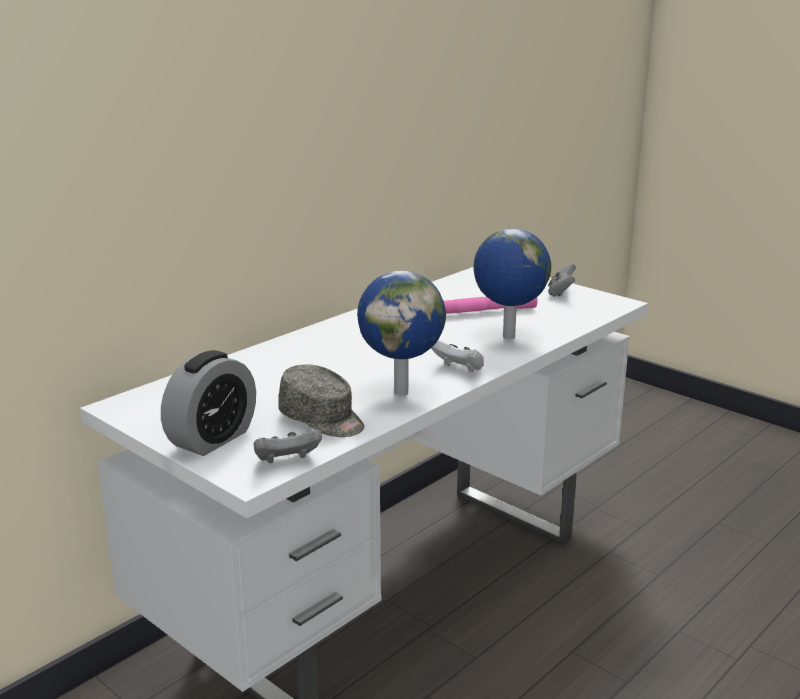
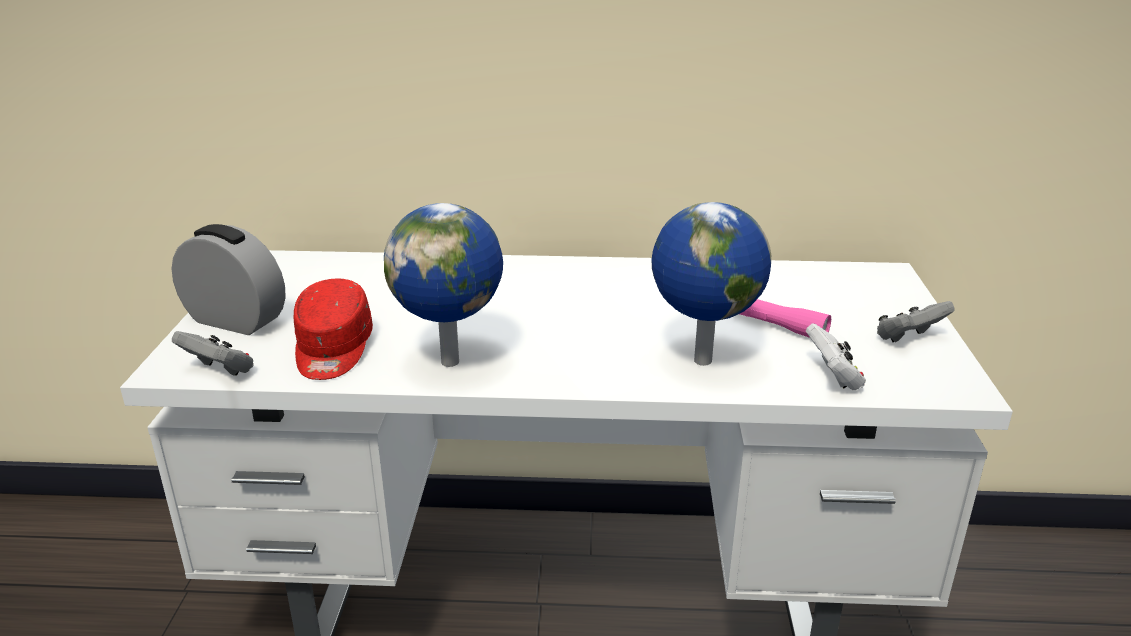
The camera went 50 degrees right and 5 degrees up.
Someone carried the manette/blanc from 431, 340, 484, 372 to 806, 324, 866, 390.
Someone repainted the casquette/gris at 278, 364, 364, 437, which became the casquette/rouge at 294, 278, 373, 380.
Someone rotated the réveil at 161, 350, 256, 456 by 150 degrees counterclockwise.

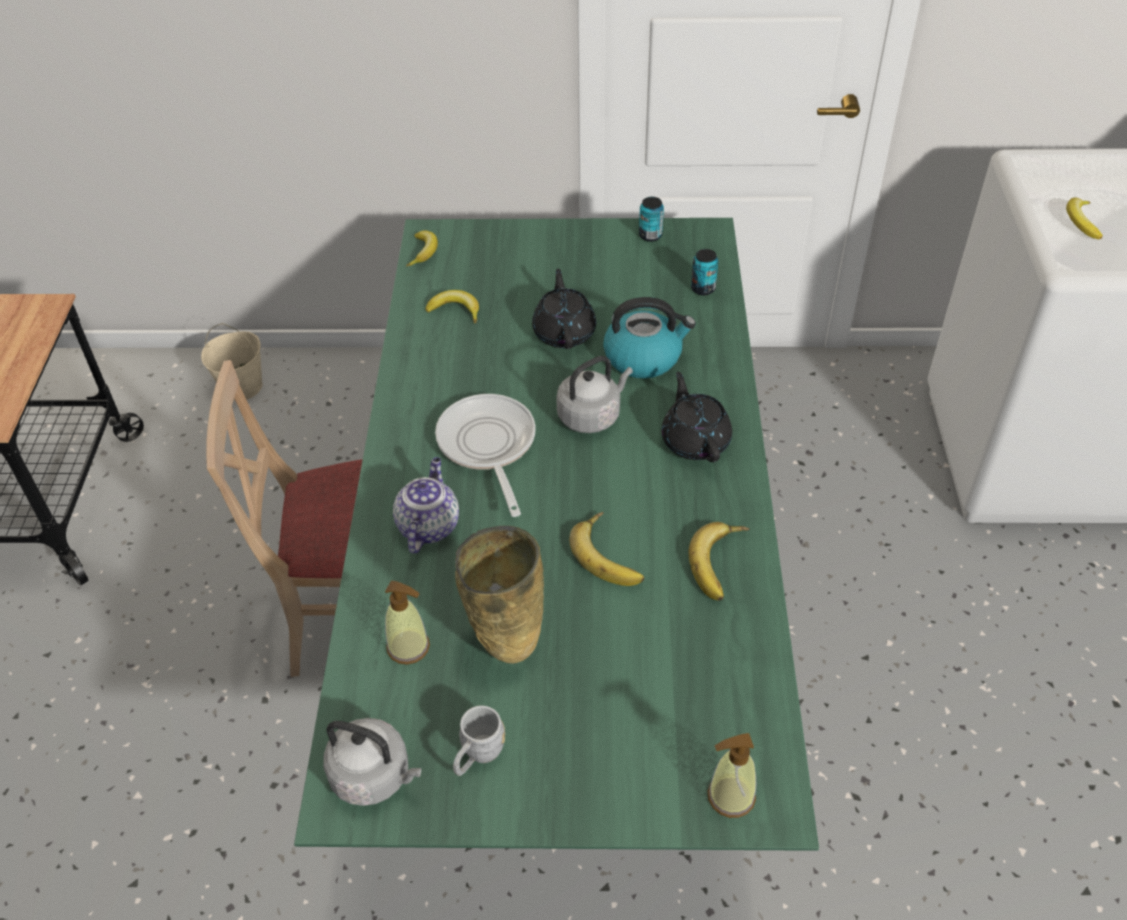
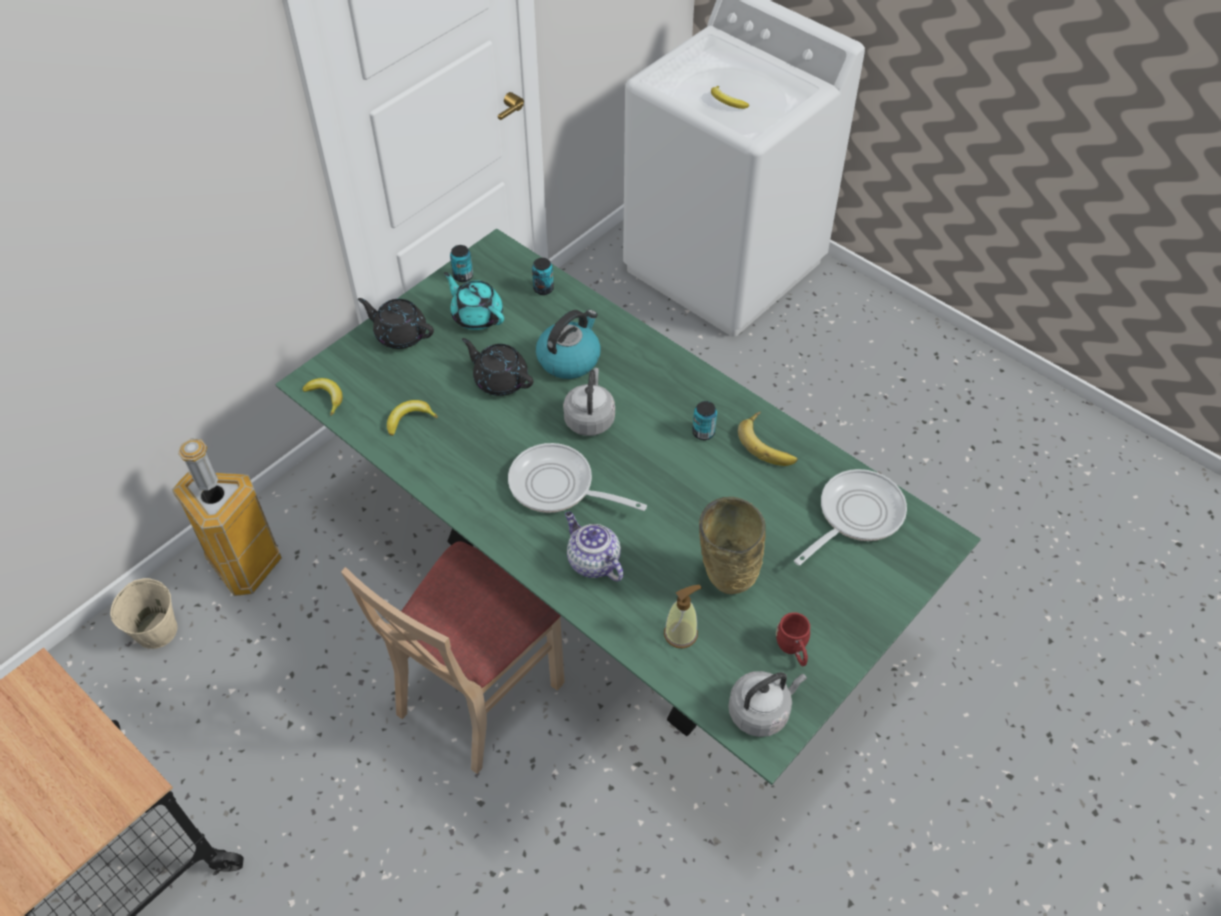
The camera went 50 degrees left and 5 degrees up.
Someone took away the banane at 569, 512, 644, 586.
Someone took away the distributeur de savon at 708, 733, 756, 818.
Someone put down the poubelle at 172, 439, 282, 596.
Someone put down the théière/turquoise at 444, 272, 504, 330.
Someone put down the boîte métallique at 692, 401, 717, 440.
Someone put down the poêle at 794, 469, 907, 565.
Someone carried the théière/noir from 661, 372, 732, 462 to 358, 298, 434, 349.
Someone repainted the mug/gris at 453, 705, 505, 776, which became the mug/rouge at 776, 612, 810, 667.

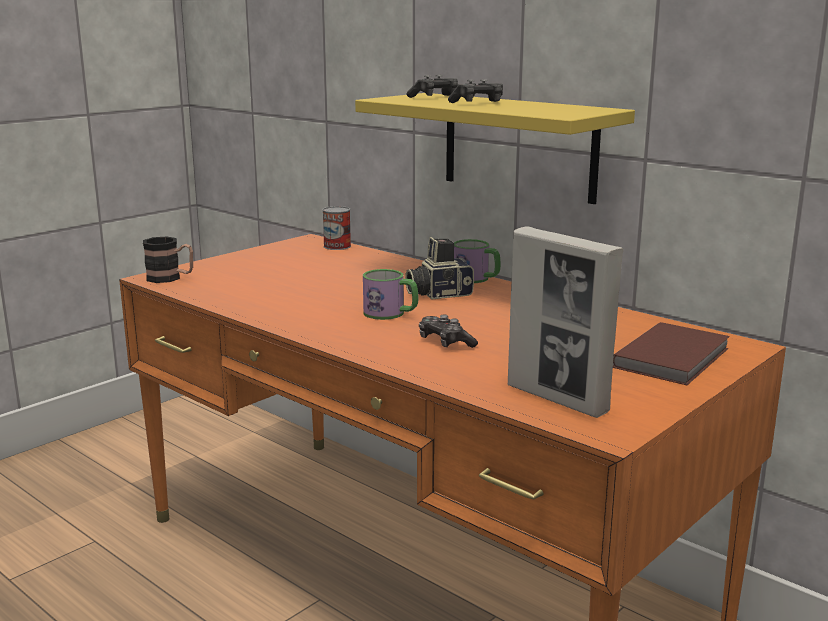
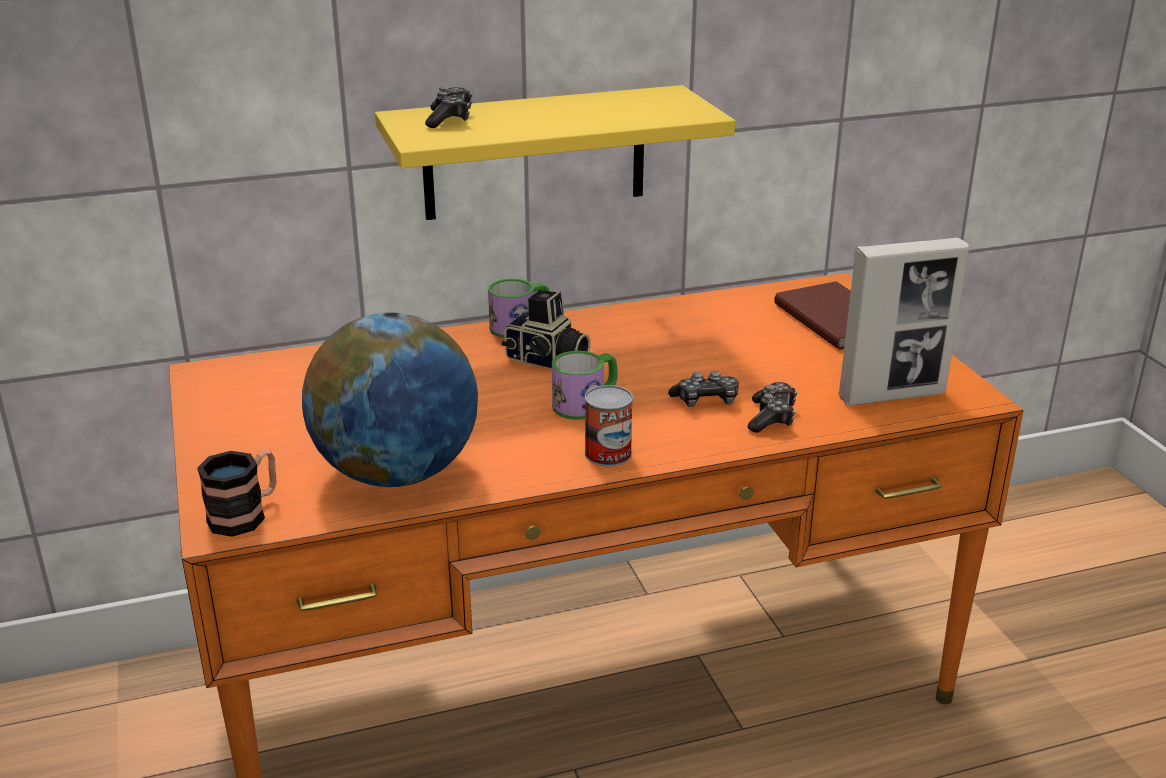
The camera went 60 degrees left and 10 degrees up.
Someone put down the globe at 302, 312, 478, 487.
Someone carried the boîte métallique from 322, 206, 351, 250 to 585, 385, 633, 467.
Someone carried the manette from 448, 79, 503, 103 to 748, 382, 797, 433.
Someone rotated the appareil photo at 405, 237, 474, 300 by 75 degrees counterclockwise.

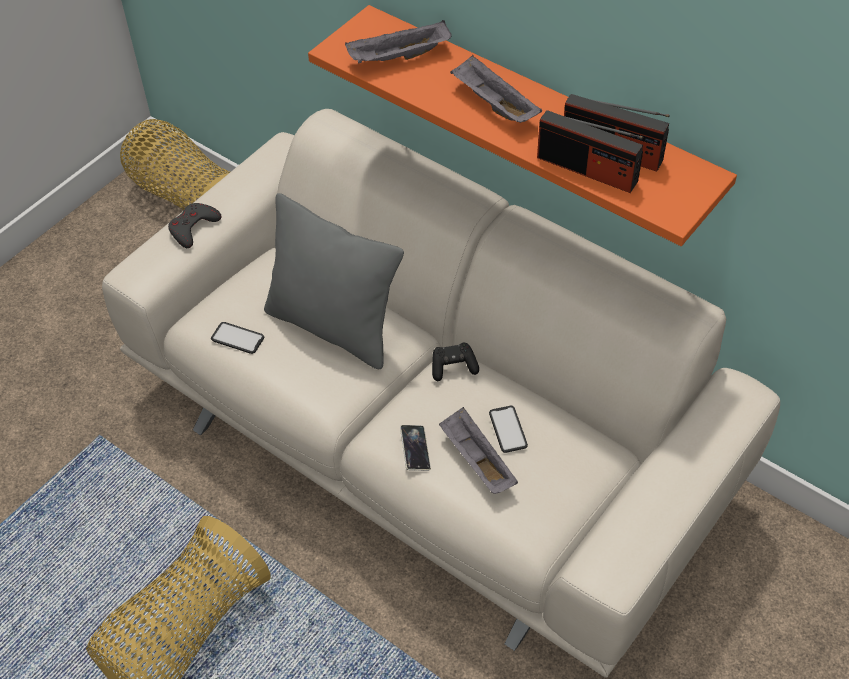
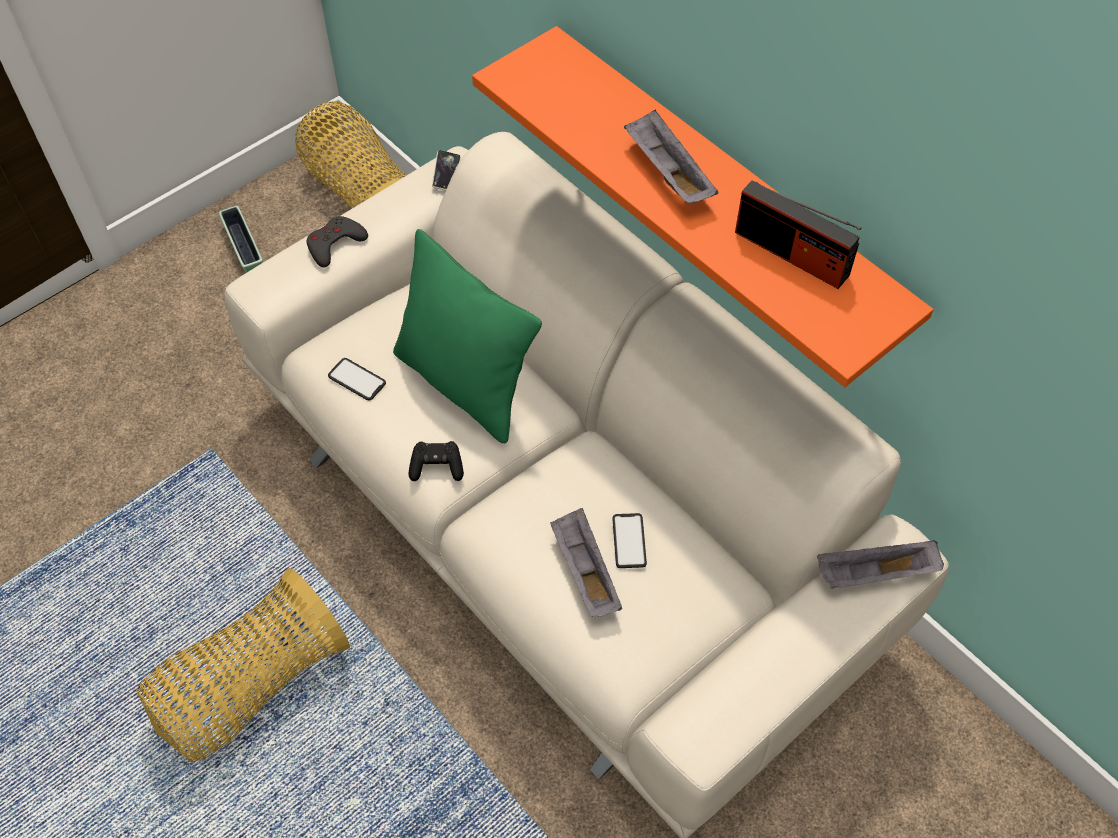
The camera went 10 degrees right and 5 degrees up.
Someone took away the radio at 537, 110, 644, 193.
Someone put down the cache-pot at 219, 206, 263, 273.
Someone carried the plateau/gris from 345, 20, 452, 63 to 817, 540, 944, 589.
Someone carried the téléphone from 400, 425, 431, 471 to 432, 150, 461, 191.
Someone carried the manette/noir from 432, 342, 479, 381 to 408, 441, 464, 481.
Someone repainted the coussin/gris at 264, 193, 404, 369, which became the coussin/vert at 393, 229, 542, 443.

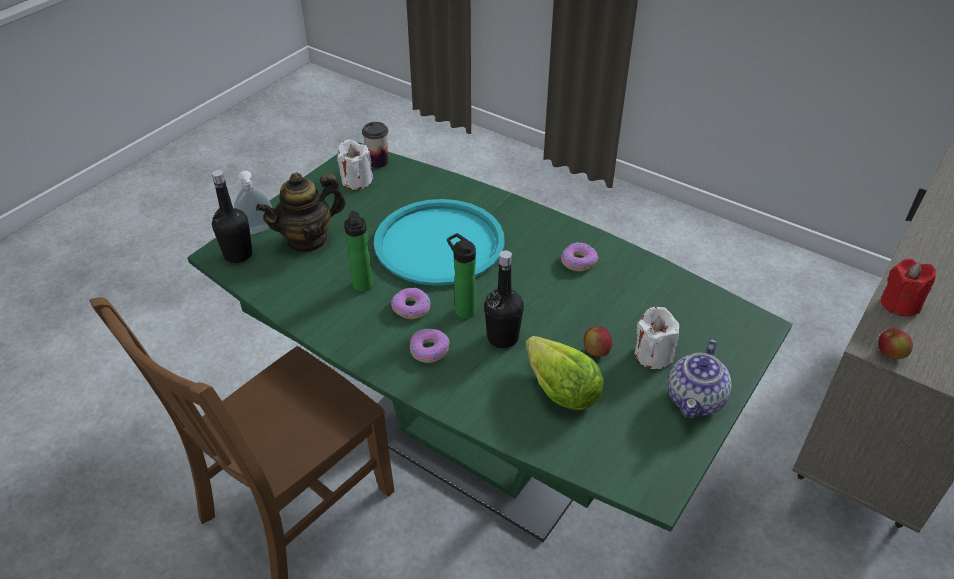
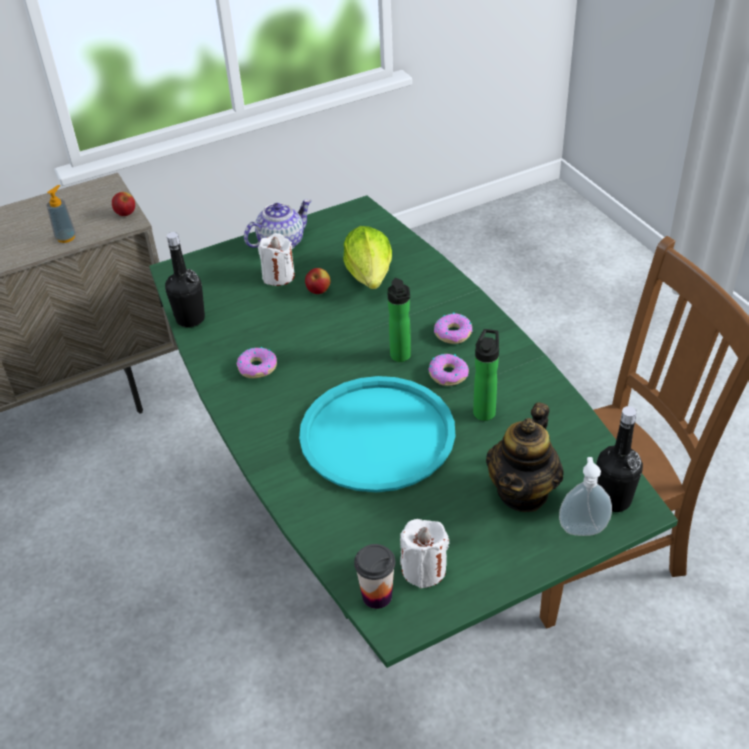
The camera went 150 degrees left and 0 degrees up.
Someone carried the bouteille/noir from 484, 250, 524, 348 to 165, 232, 205, 327.
Someone swapped the bougie/rouge at 881, 259, 936, 317 for the distributeur de savon at 47, 185, 76, 243.
Someone rotated the théière at 256, 173, 346, 253 by 120 degrees clockwise.

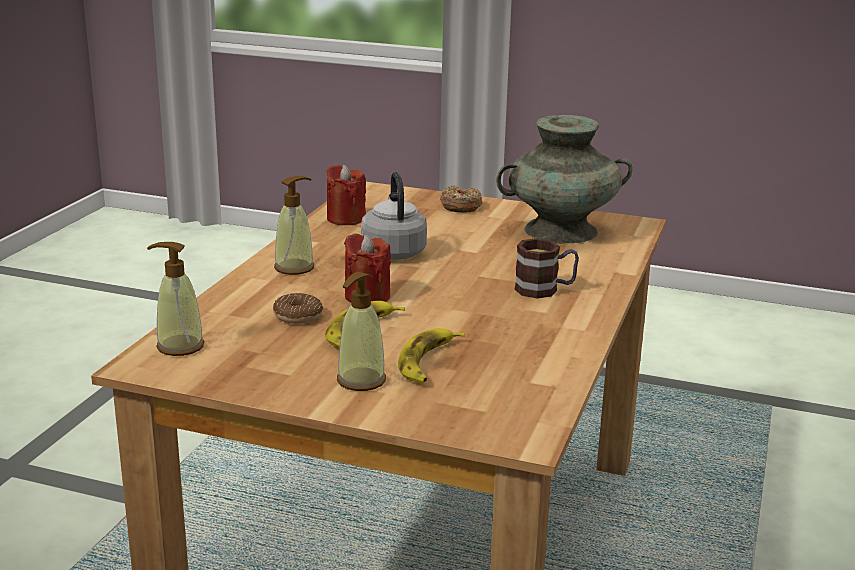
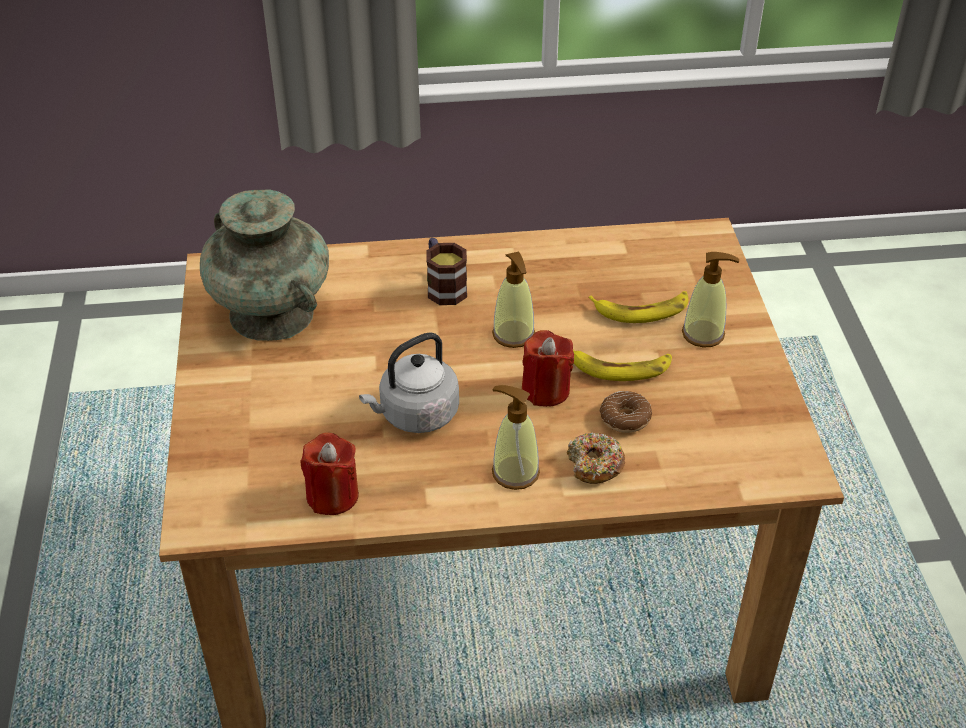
The camera went 115 degrees left and 20 degrees up.
Someone carried the distributeur de savon from 147, 242, 204, 356 to 492, 251, 535, 348.
Someone carried the beignet from 440, 185, 482, 212 to 567, 432, 625, 484.

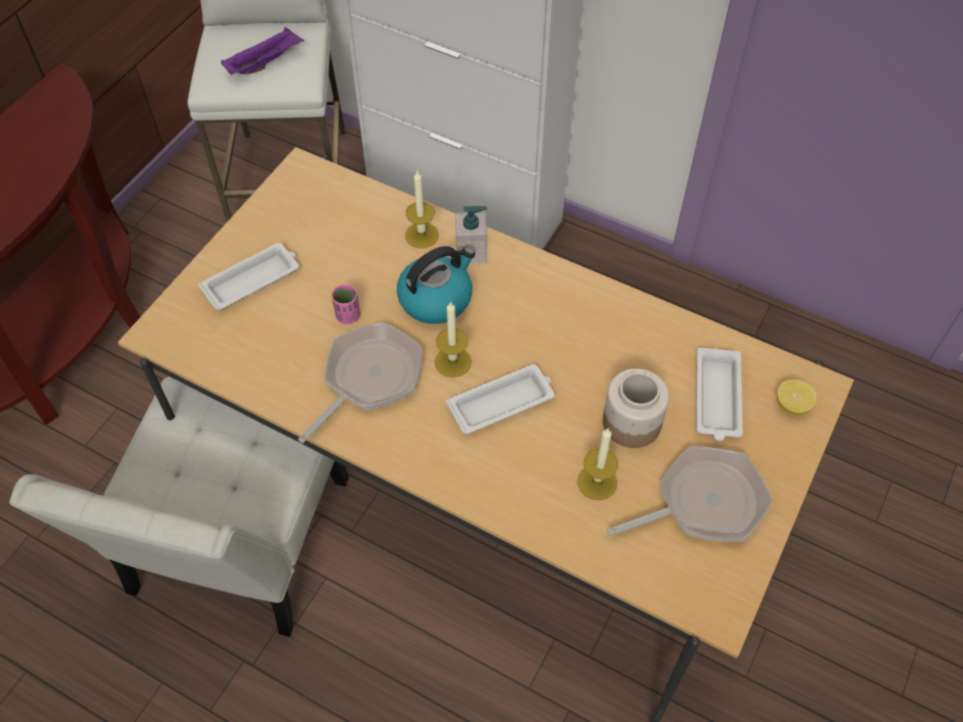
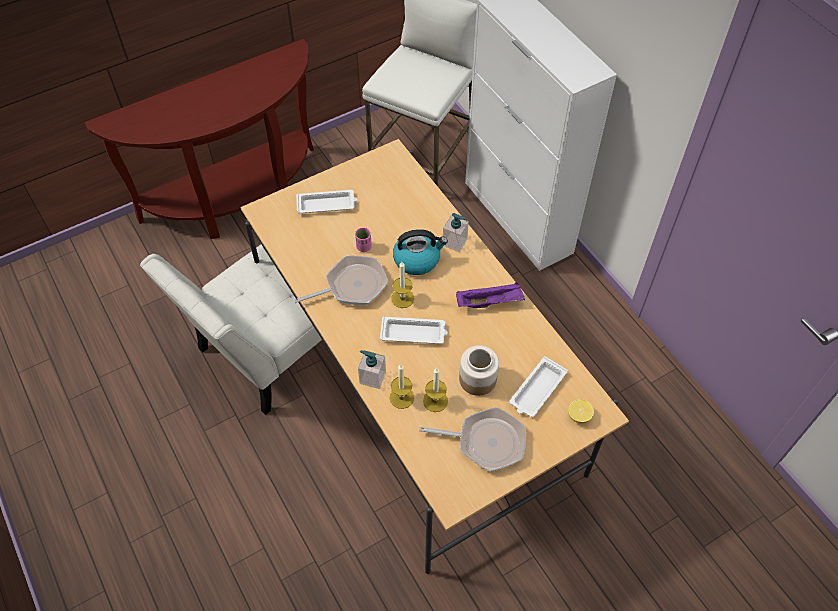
The camera went 30 degrees right and 0 degrees up.
Someone put down the distributeur de savon at 358, 350, 386, 389.
Someone carried the plateau/violet from 221, 27, 304, 75 to 456, 282, 525, 308.
Someone carried the bougie from 405, 170, 439, 248 to 390, 364, 414, 409.

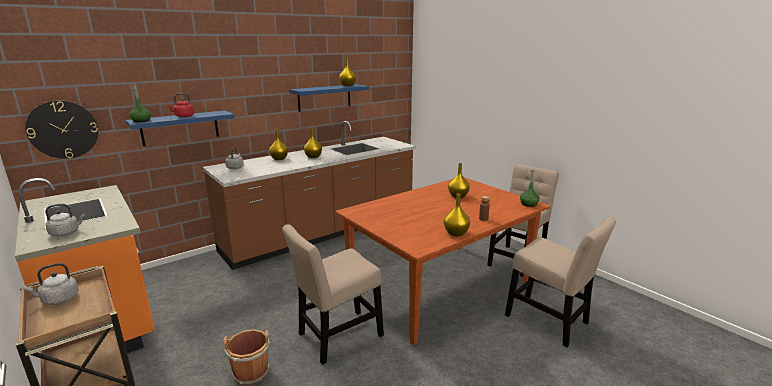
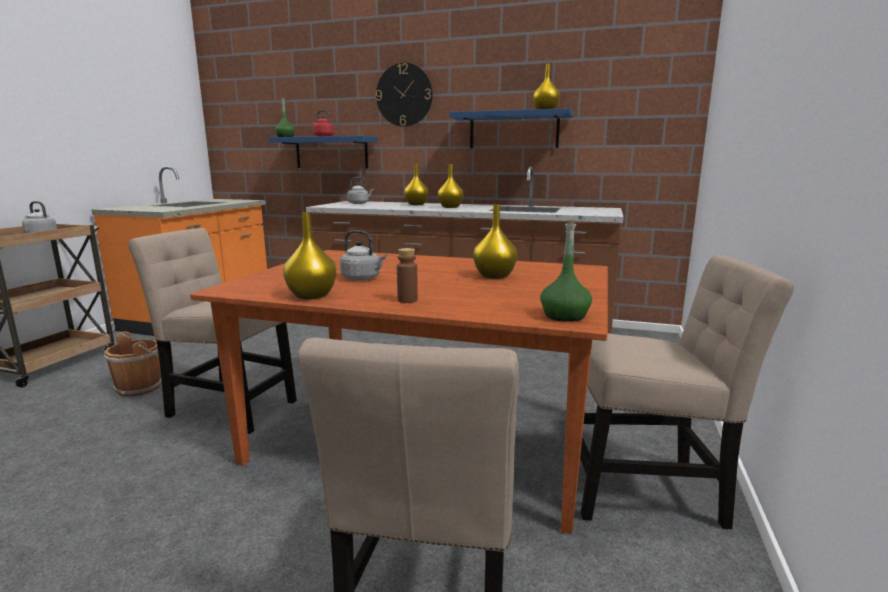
The camera went 55 degrees right and 5 degrees down.
Someone carried the horloge murale from 25, 100, 98, 159 to 376, 63, 433, 127.
Someone carried the bouilloire/gris from 45, 204, 85, 237 to 340, 230, 387, 281.

